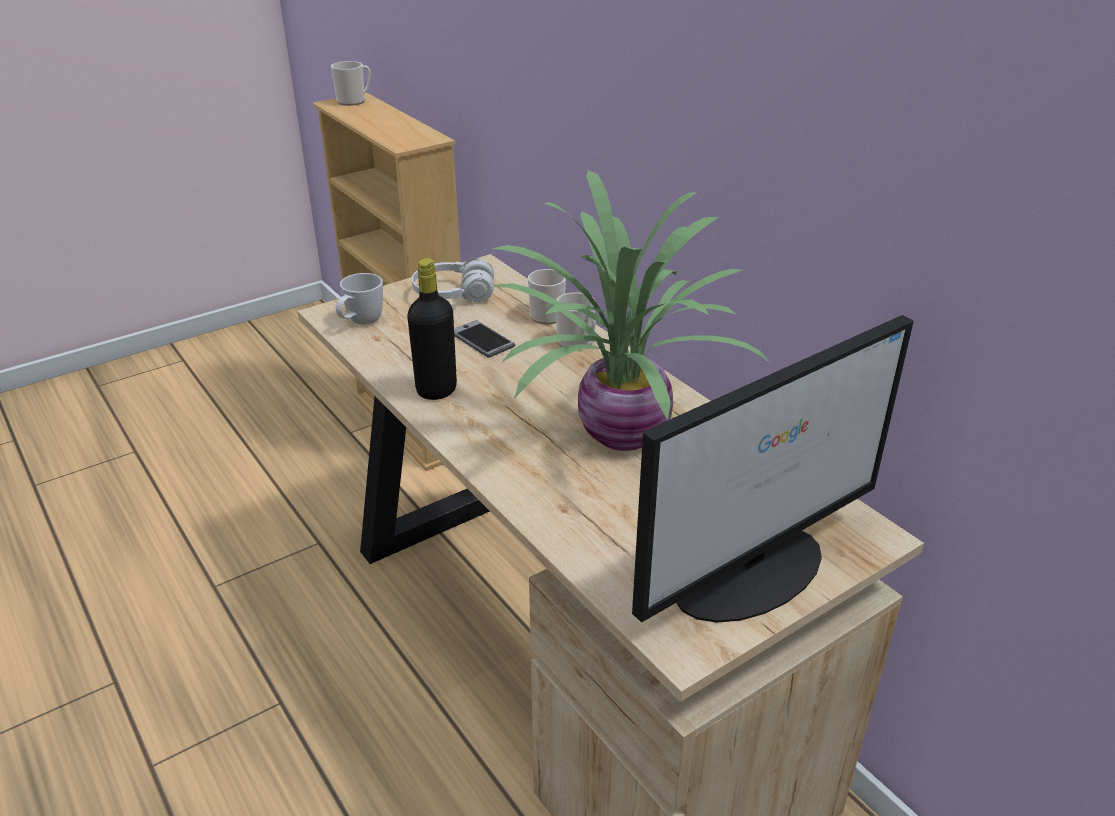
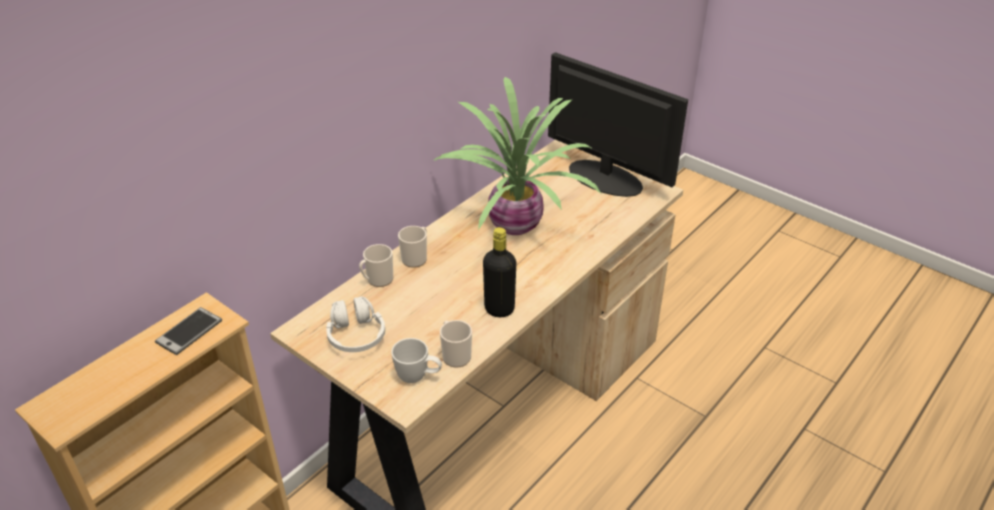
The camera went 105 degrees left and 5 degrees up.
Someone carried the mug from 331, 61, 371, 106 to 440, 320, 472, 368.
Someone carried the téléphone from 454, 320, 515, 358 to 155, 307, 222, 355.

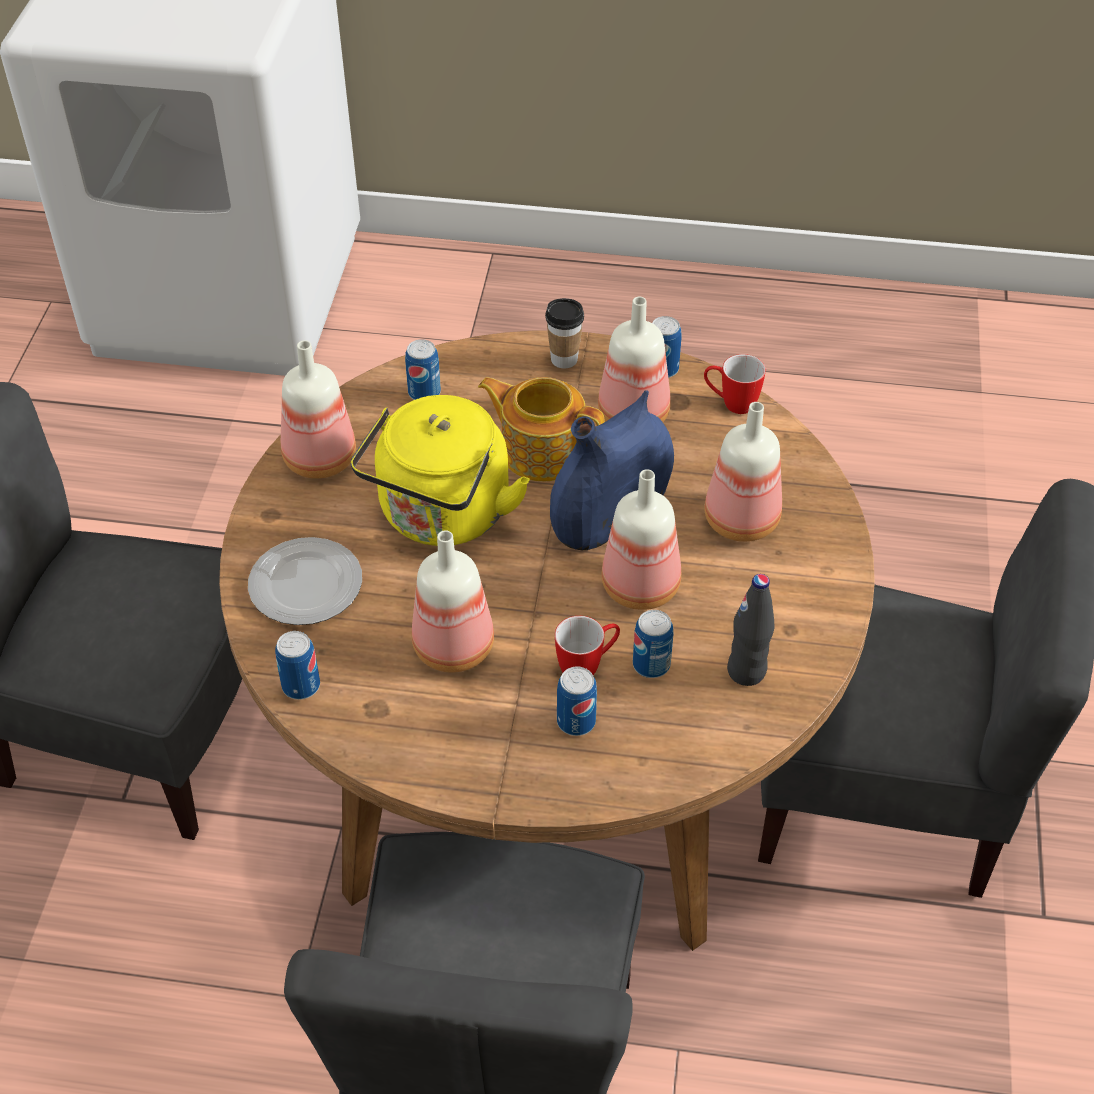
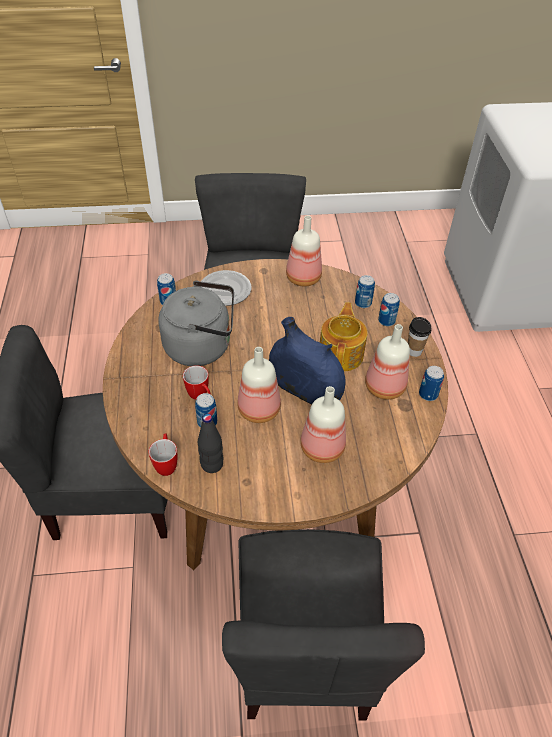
The camera went 75 degrees right and 0 degrees up.
Someone took away the bouilloire/jaune at 351, 395, 530, 546.
Someone carried the boîte métallique from 557, 666, 597, 736 to 378, 293, 400, 326.
Someone carried the mug from 704, 354, 766, 414 to 149, 433, 177, 476.
Someone swapped the bouteille at 412, 530, 494, 673 for the bouilloire/gris at 158, 281, 234, 366.

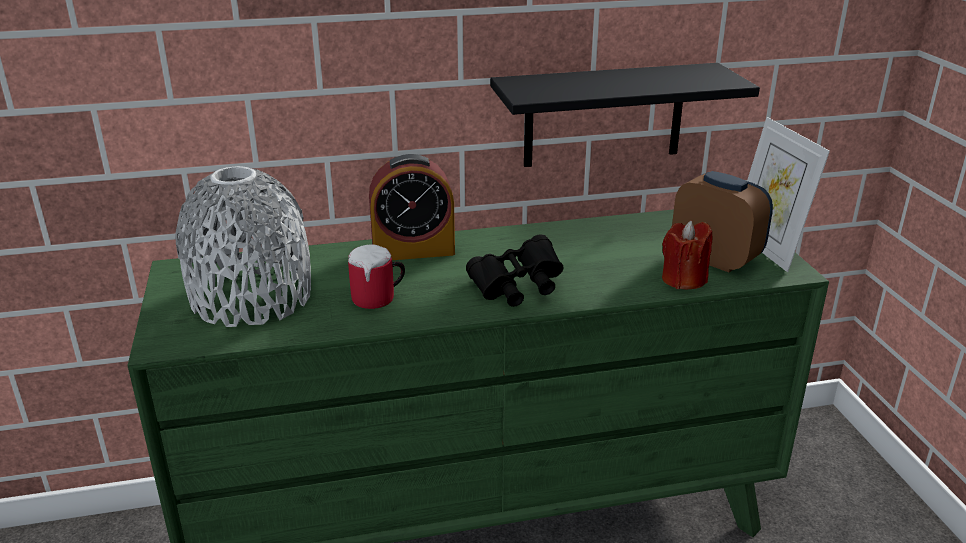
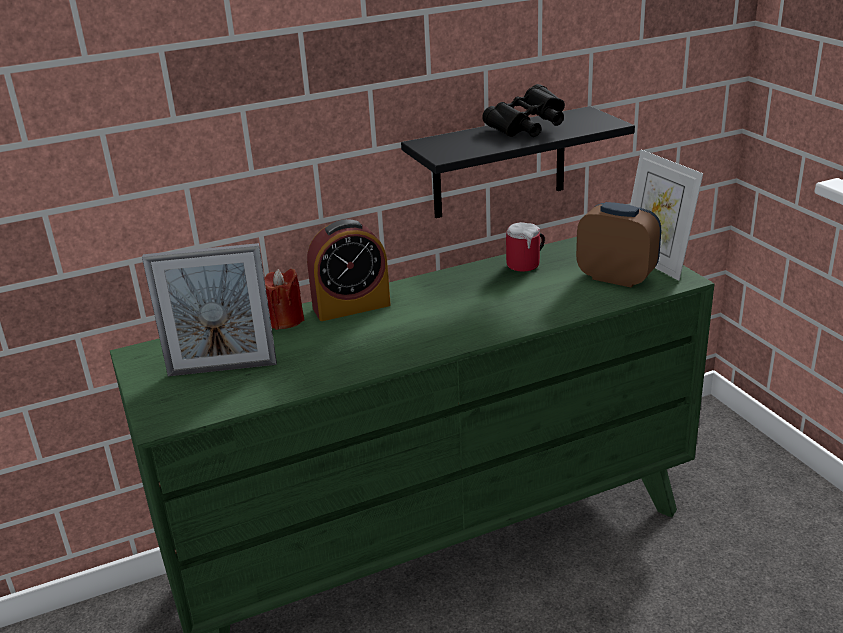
The camera went 10 degrees left and 0 degrees up.
Someone carried the mug from 348, 244, 405, 309 to 506, 222, 545, 272.
Someone carried the jumelles/noir from 466, 234, 563, 307 to 482, 84, 565, 137.
Someone carried the bougie/rouge from 662, 221, 712, 289 to 264, 269, 305, 330.
Someone swapped the vase/gris at 175, 166, 311, 327 for the cadre photo at 142, 243, 277, 376.

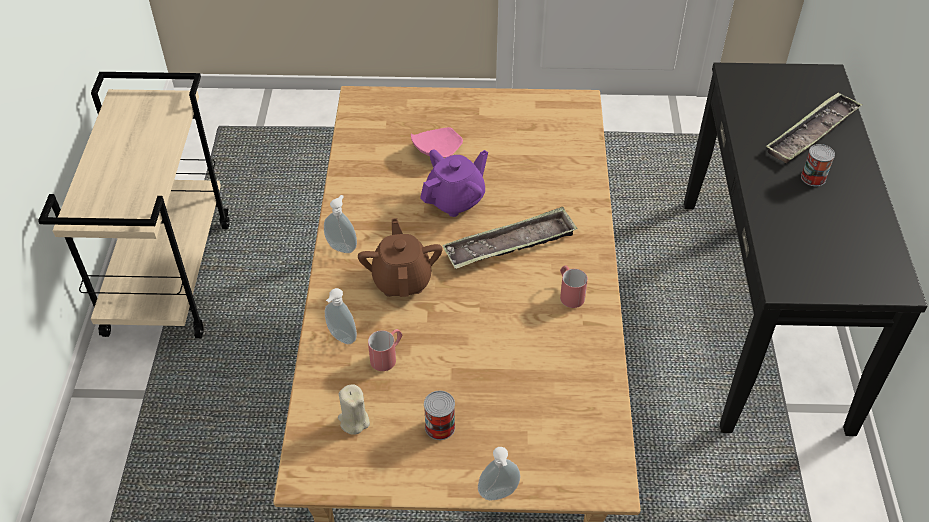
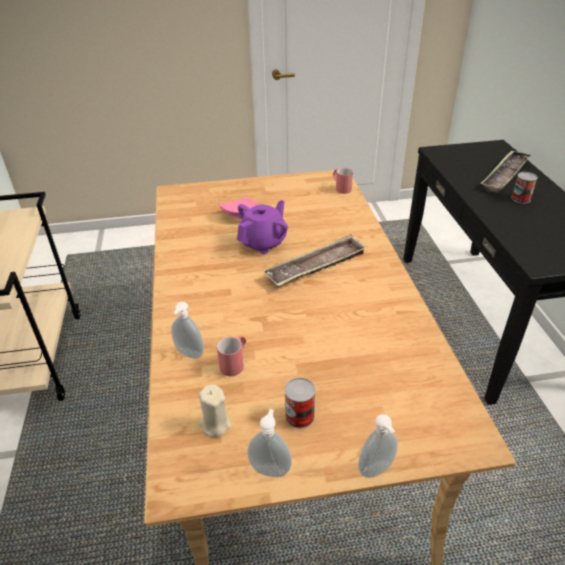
The camera went 10 degrees left and 10 degrees down.
Someone took away the théière/marron at 358, 218, 443, 297.
Someone carried the distributeur de savon from 324, 195, 357, 253 to 247, 409, 292, 477.
Someone carried the mug/rouge from 560, 265, 588, 308 to 333, 168, 353, 194.

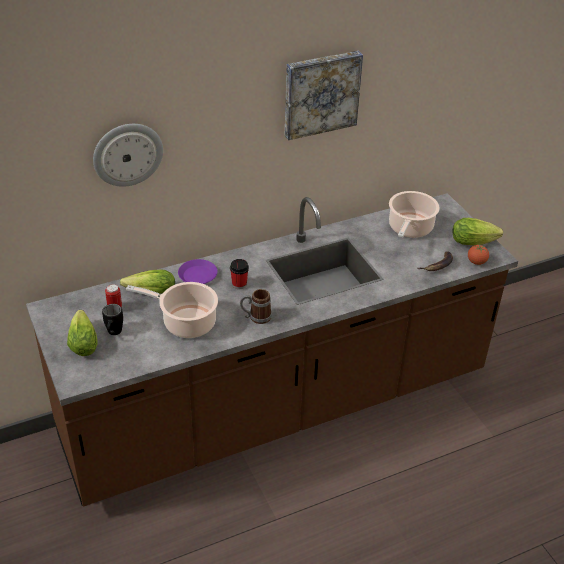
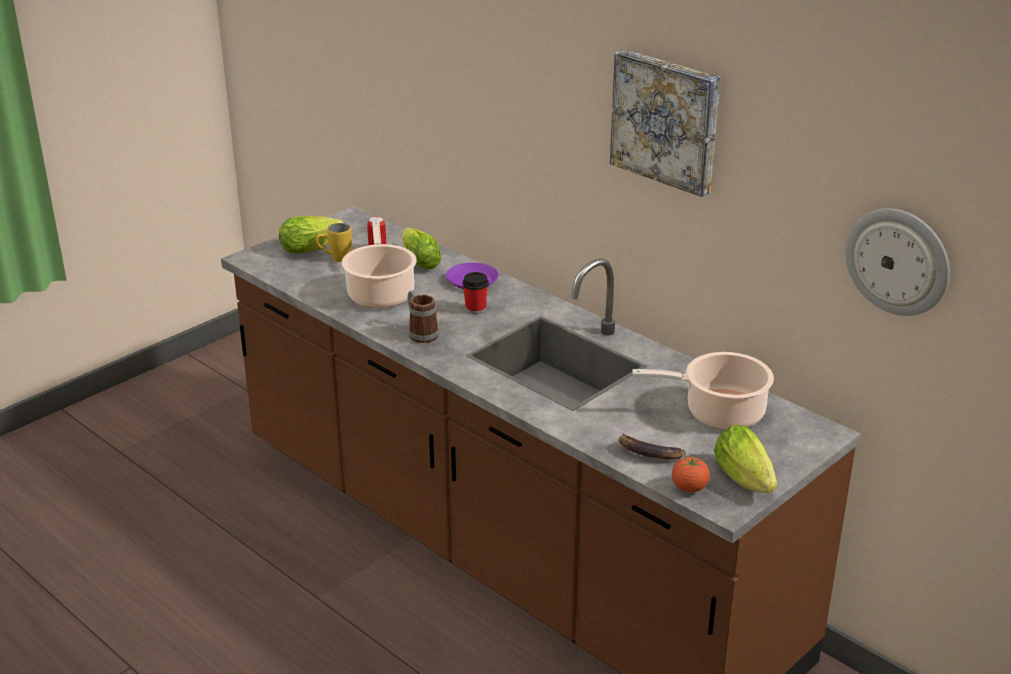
The camera went 70 degrees right and 10 degrees down.
Someone carried the horloge murale from 93, 124, 163, 187 to 845, 208, 949, 316.
Someone repainted the mug/noir at 102, 304, 123, 335, which became the mug/jaune at 316, 223, 352, 262.

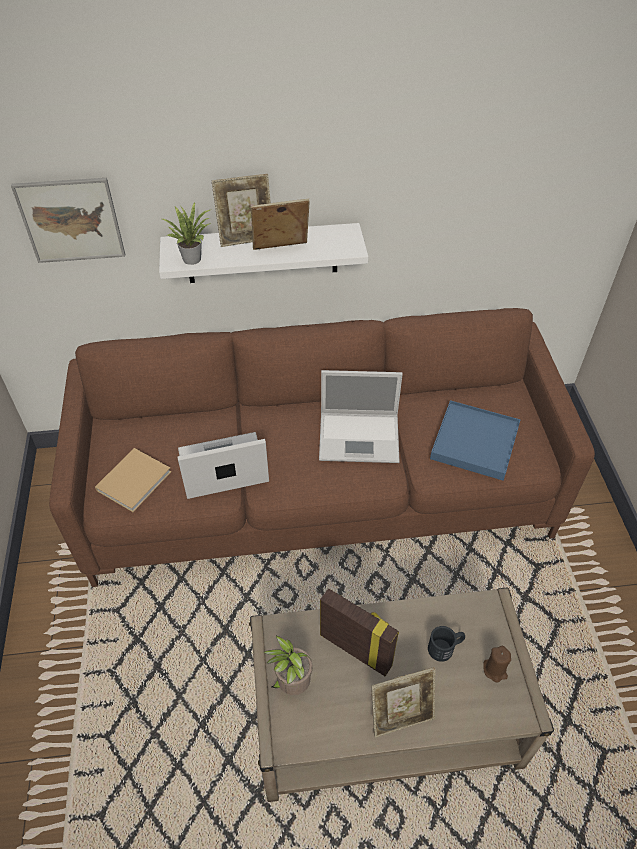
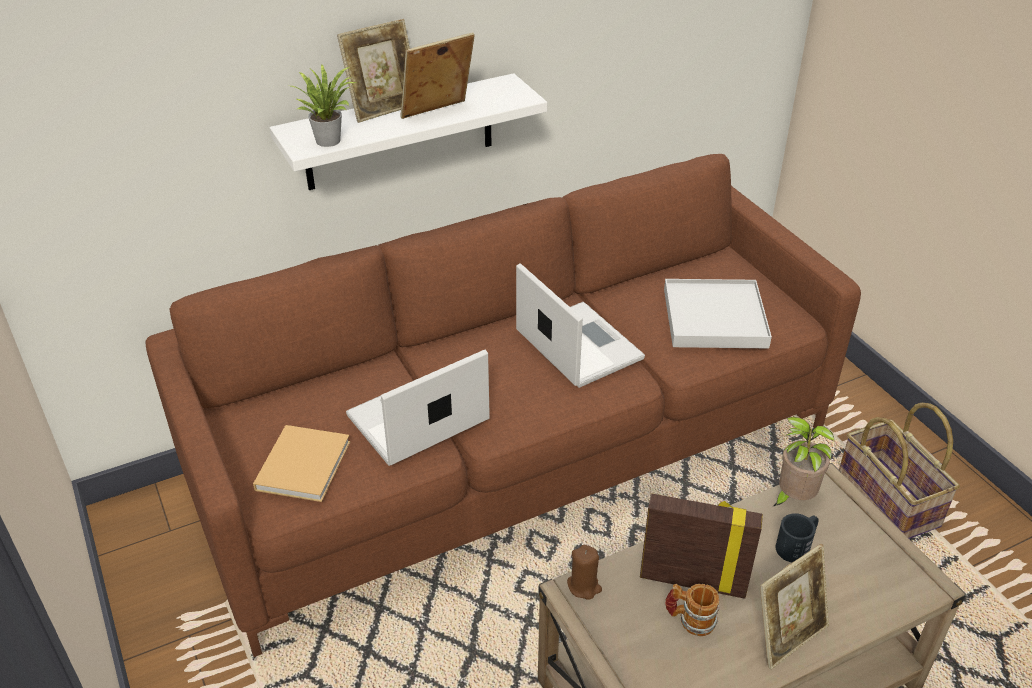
The camera went 20 degrees left and 10 degrees down.
Someone took away the tableau at 11, 178, 125, 263.
Someone put down the mug at 665, 584, 720, 636.
Someone put down the panier at 839, 403, 960, 539.
Someone carried the plante en pot from 264, 636, 313, 695 to 772, 417, 834, 507.
Someone carried the bougie/marron from 483, 646, 511, 683 to 567, 545, 602, 600.
Someone repainted the plateau/bleu at 430, 400, 520, 480, which became the plateau/blanc at 664, 279, 772, 348.
Someone rotated the ordinateur portable at 319, 370, 403, 463 by 105 degrees counterclockwise.

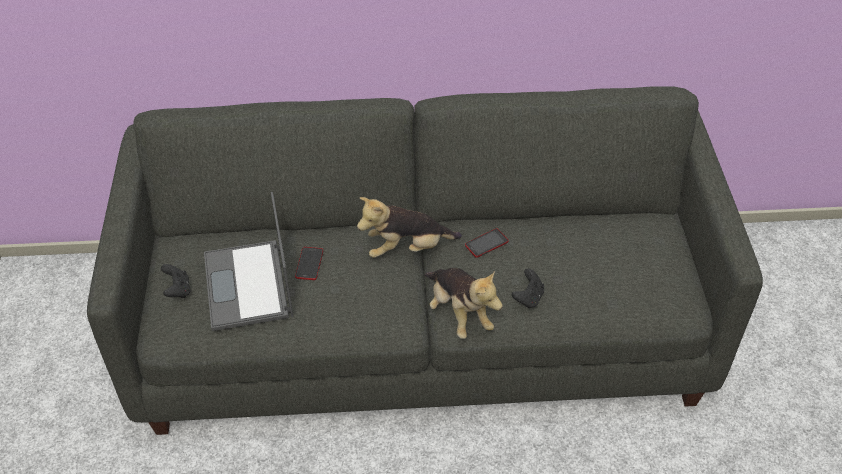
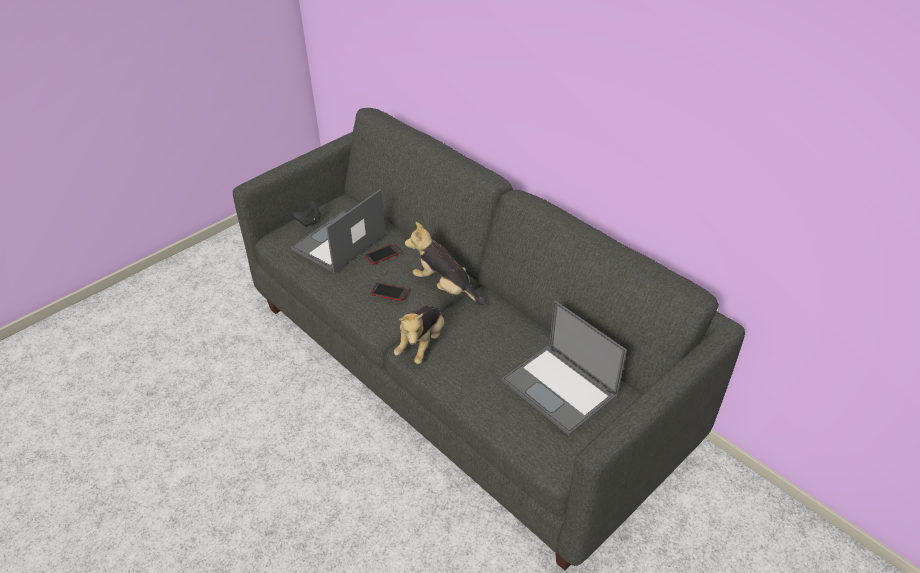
The camera went 50 degrees right and 5 degrees down.
Someone took away the manette/noir at 512, 268, 544, 308.
Someone put down the ordinateur portable at 502, 300, 627, 436.
Someone carried the téléphone from 465, 229, 509, 258 to 371, 283, 407, 301.

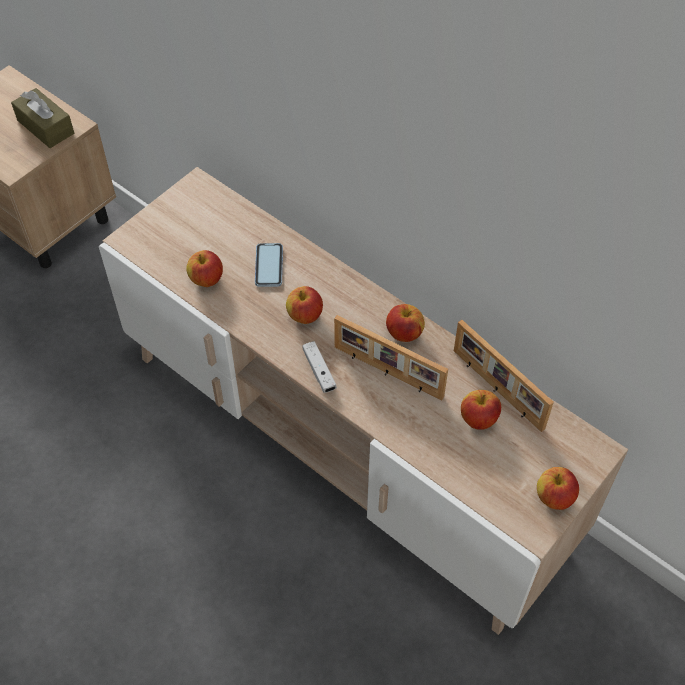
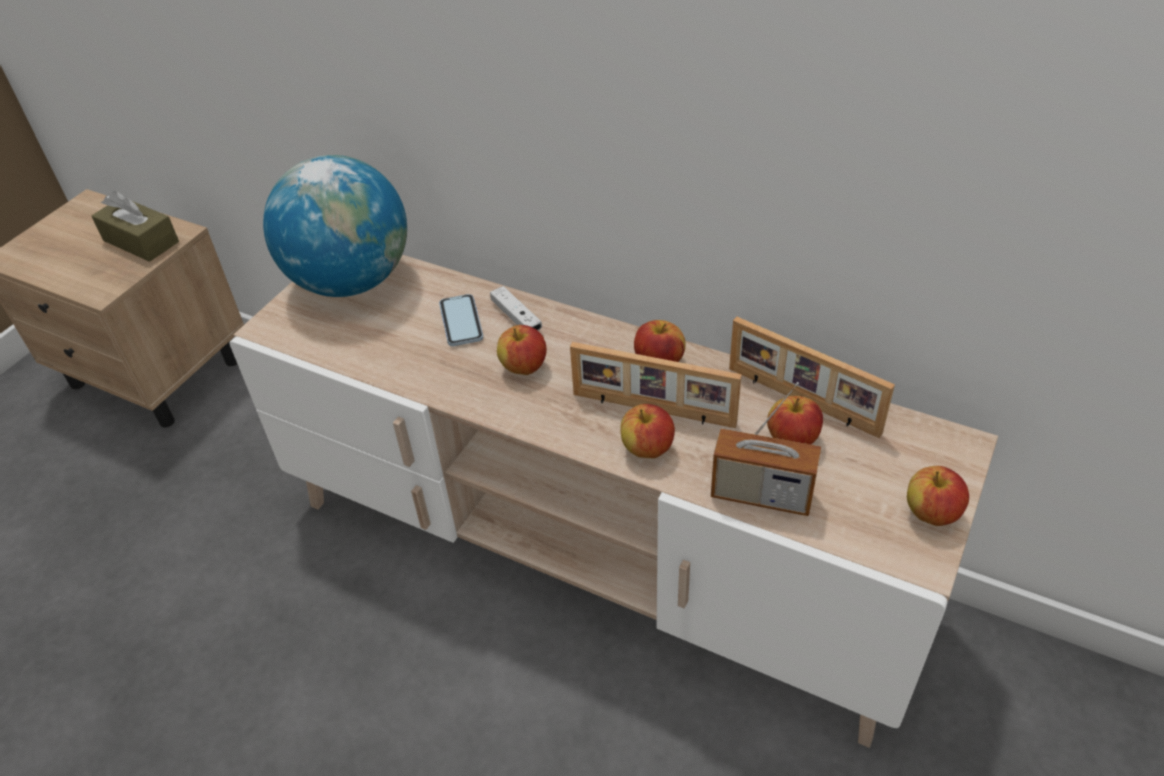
The camera went 10 degrees left and 10 degrees down.
Someone put down the globe at 263, 155, 407, 297.
Someone put down the radio at 711, 382, 821, 516.
Someone carried the pomme from 186, 250, 223, 287 to 620, 404, 675, 458.
Someone carried the manette/blanc from 302, 341, 337, 393 to 490, 286, 542, 330.

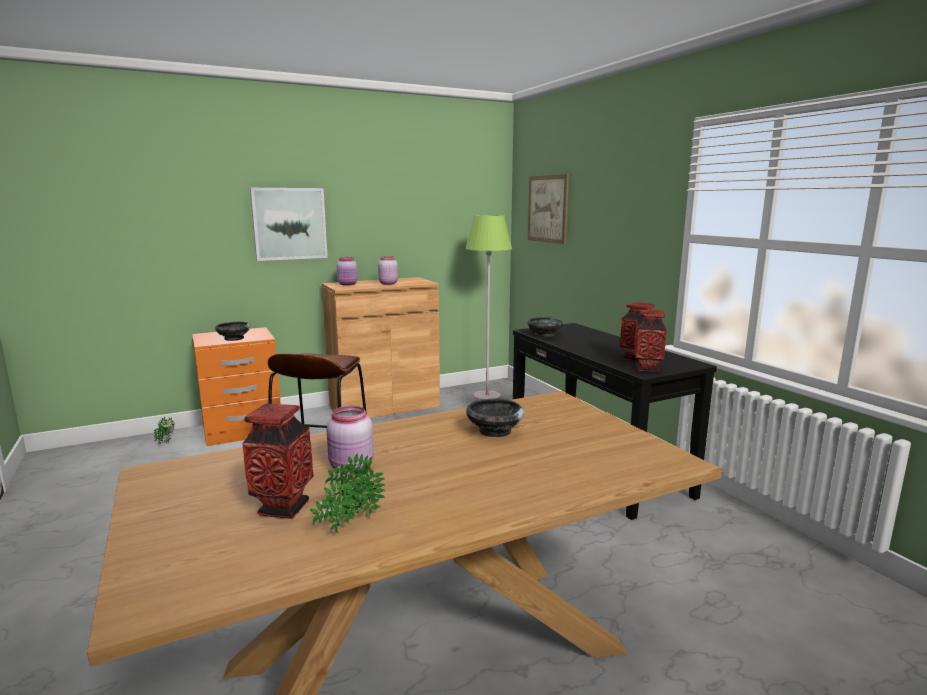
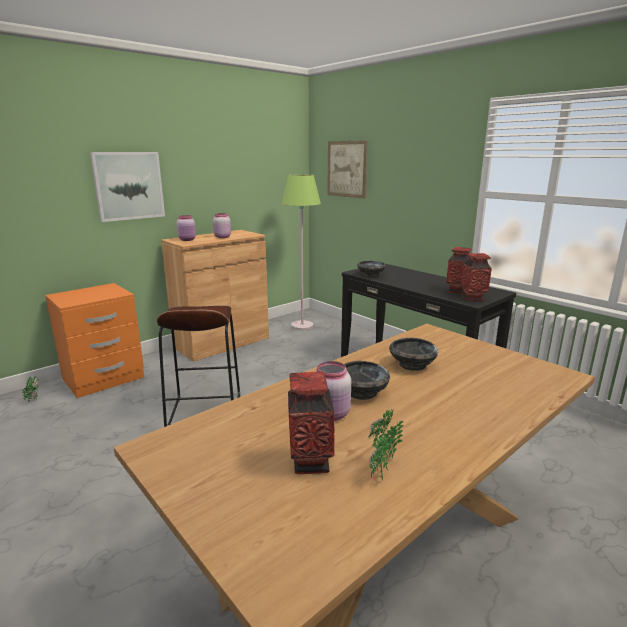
The camera went 15 degrees left and 5 degrees up.
Someone carried the bol/noir from 215, 322, 250, 341 to 344, 361, 390, 400.

